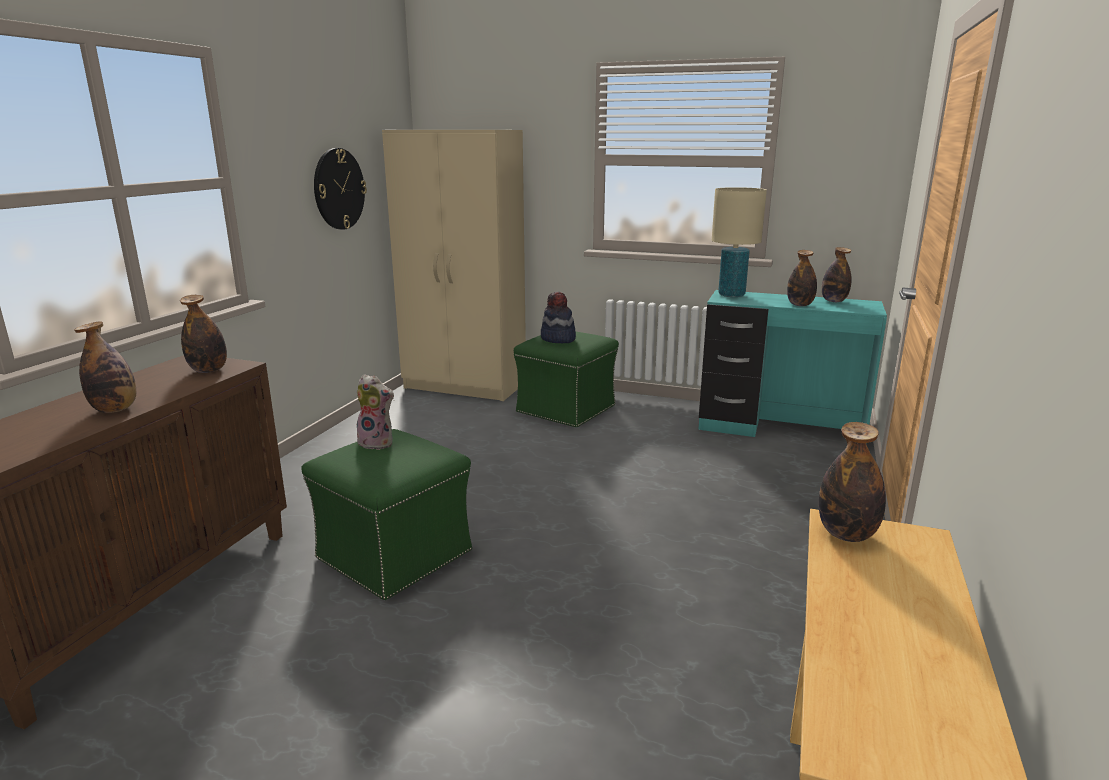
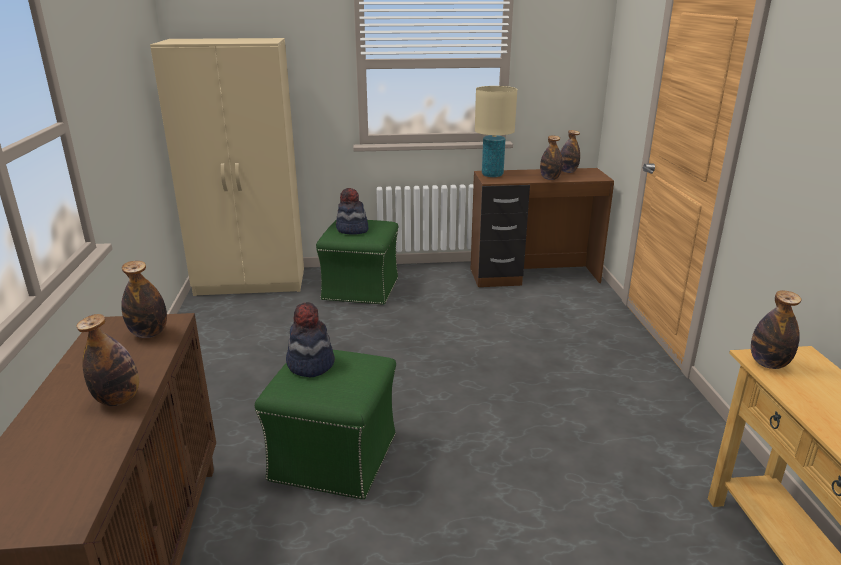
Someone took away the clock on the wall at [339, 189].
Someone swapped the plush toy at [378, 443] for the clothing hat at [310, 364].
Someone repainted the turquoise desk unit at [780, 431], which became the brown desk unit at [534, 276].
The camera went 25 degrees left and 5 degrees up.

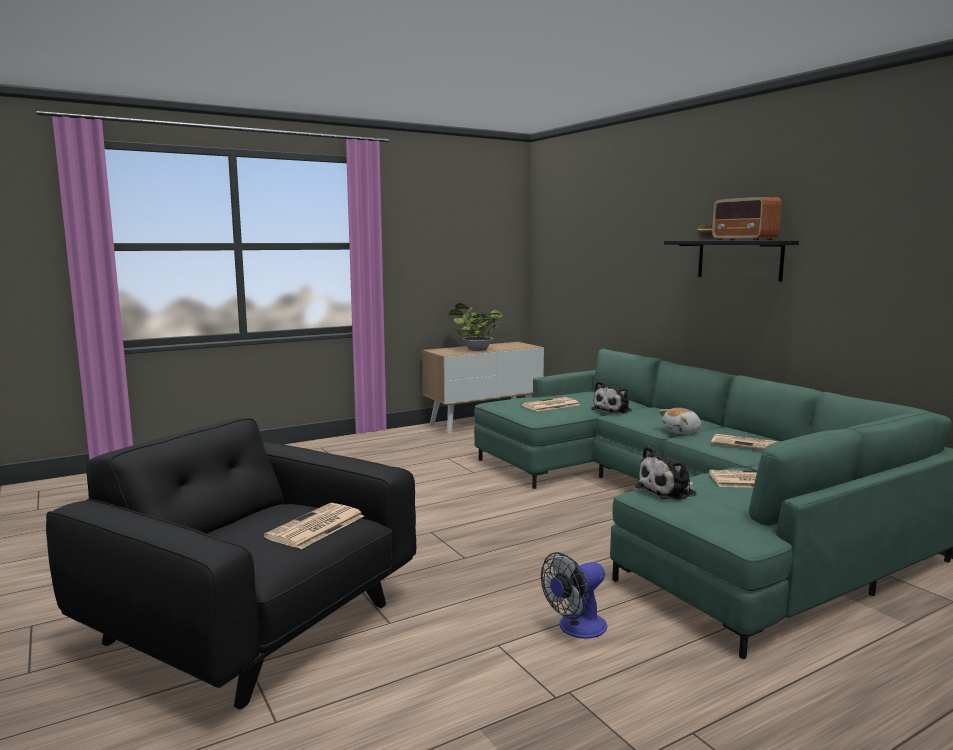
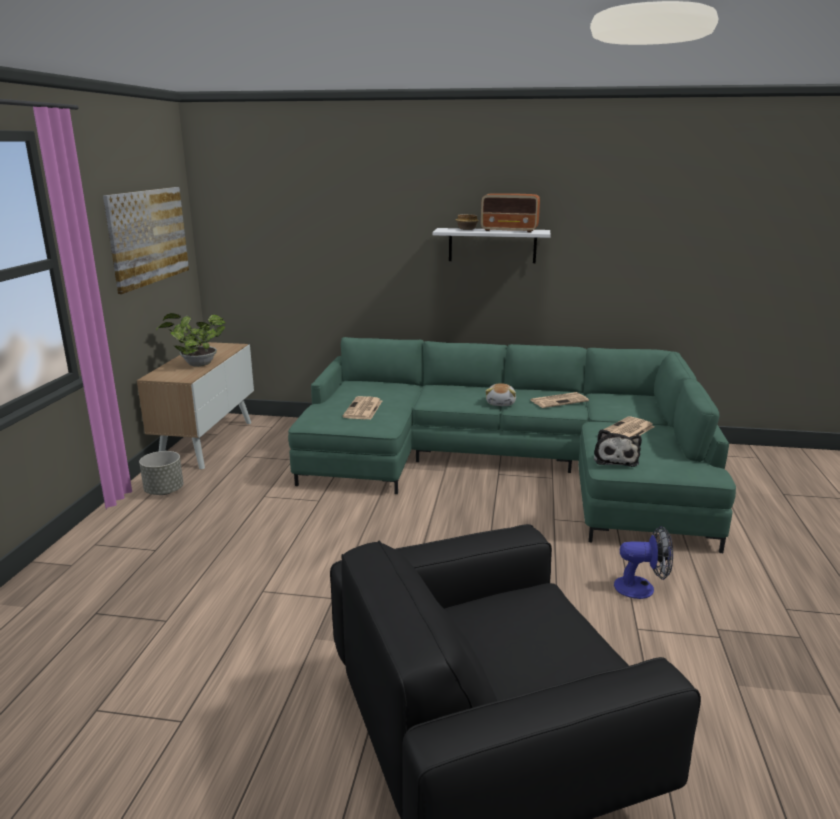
Someone took away the printed paper at [315, 527].
Someone took away the plush toy at [613, 410].
Someone put up the wall art at [148, 236].
Someone put down the greyish planter at [164, 491].
Someone repainted the black-coloured bracket shelf at [739, 259], which became the white-coloured bracket shelf at [492, 245].
Someone rotated the cooling fan at [576, 628] by 90 degrees counterclockwise.
The camera went 50 degrees left and 10 degrees up.

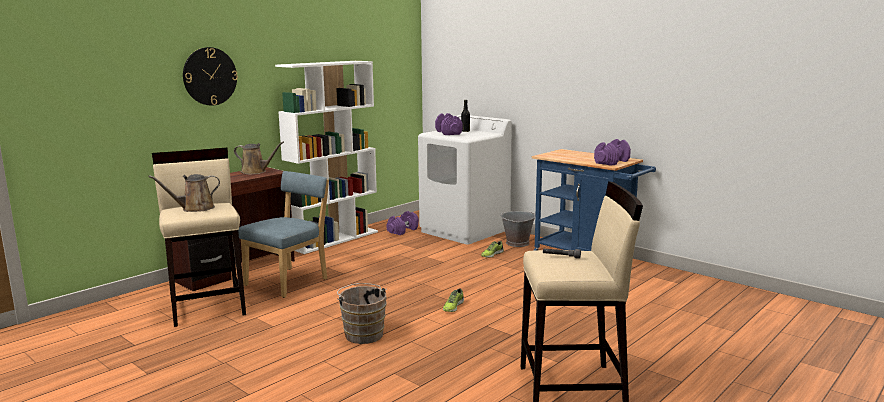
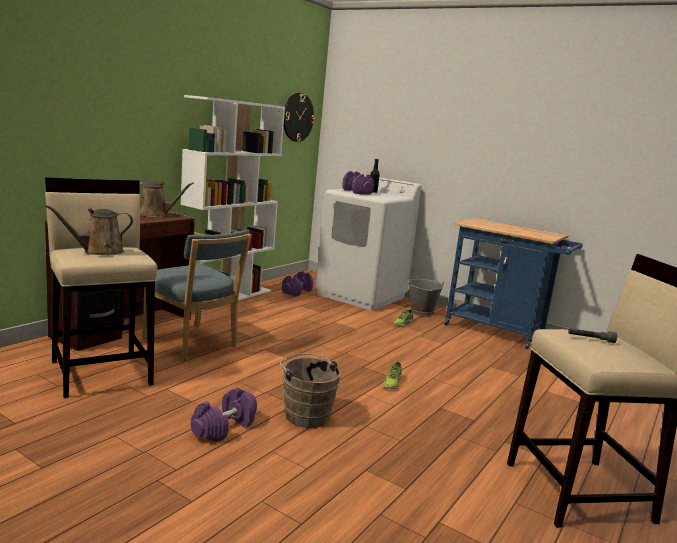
Someone carried the clock on the wall from [210, 76] to [297, 117].
Someone carried the purple hand weight from [612, 162] to [224, 428].
Someone rotated the bluish chair at [290, 281] by 105 degrees clockwise.
The camera went 10 degrees left and 0 degrees up.

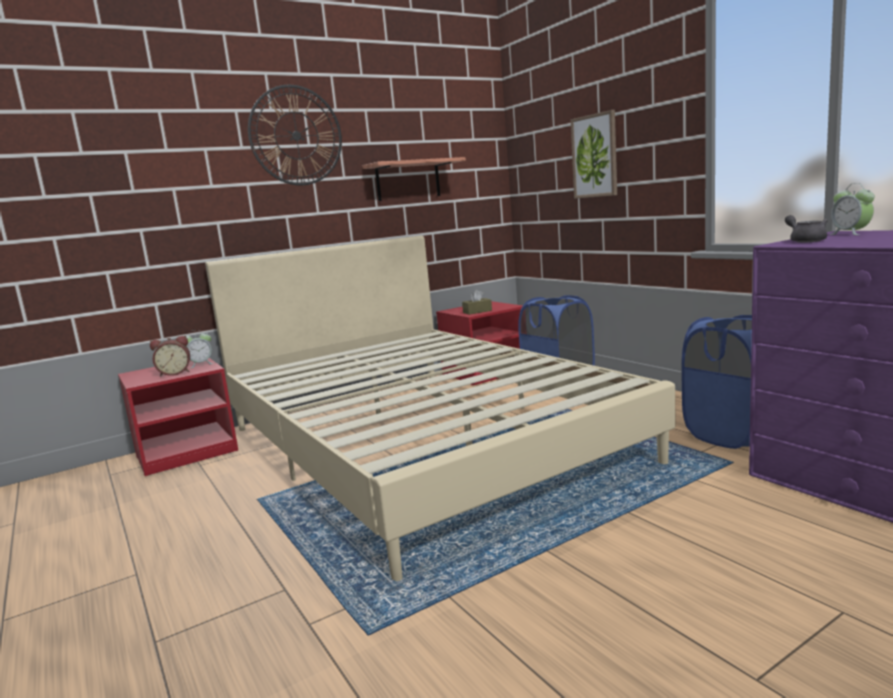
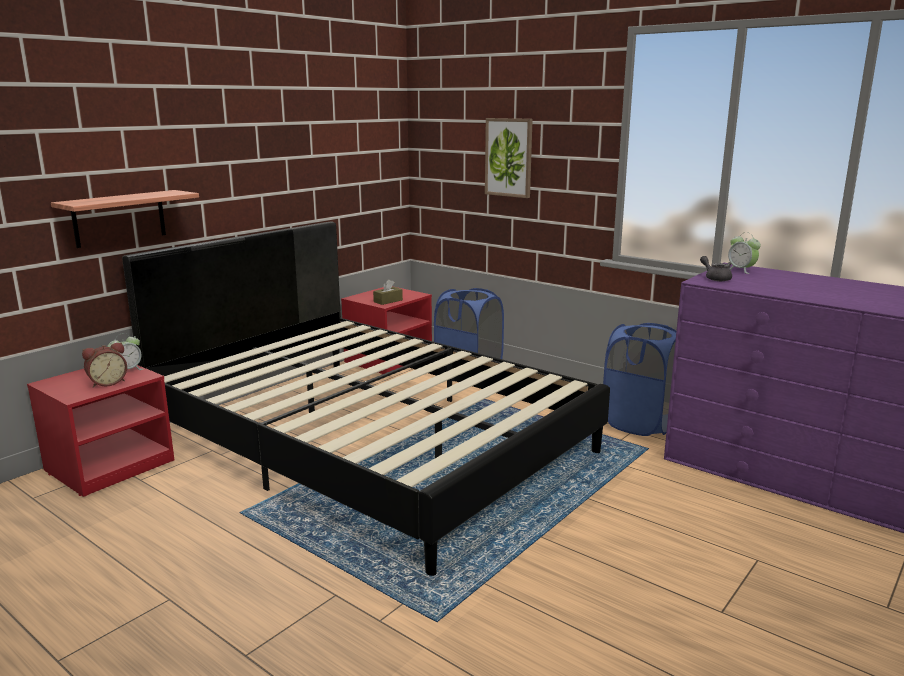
Someone took away the clock on the wall at [296, 135].
Someone carried the bracket shelf from [408, 180] to [119, 218].
Someone repainted the sand-coloured bedroom bed at [421, 443], which became the black-coloured bedroom bed at [370, 442].
The camera went 20 degrees left and 5 degrees up.

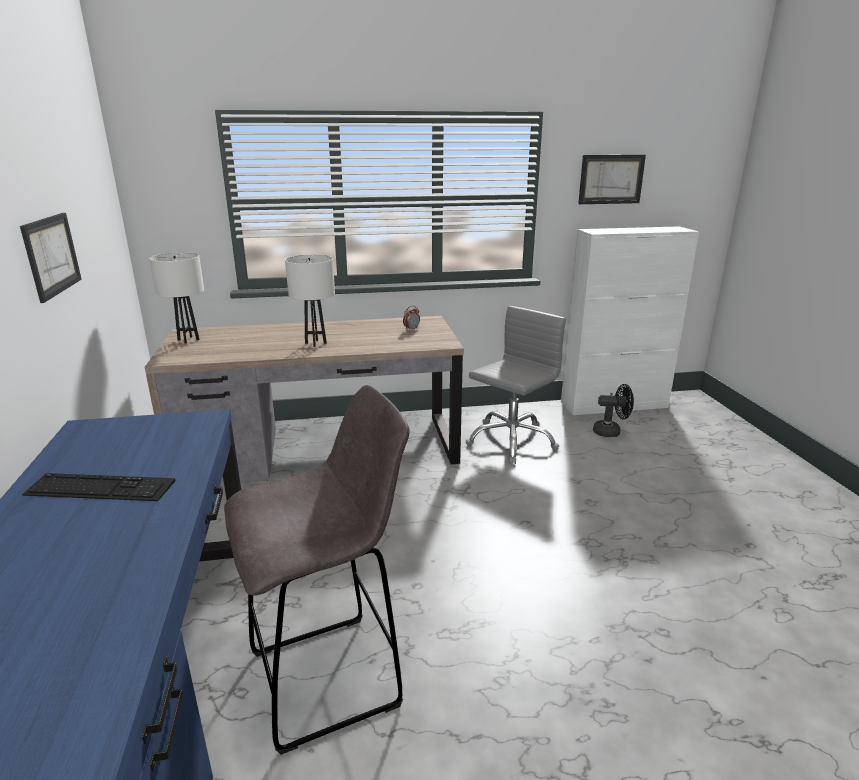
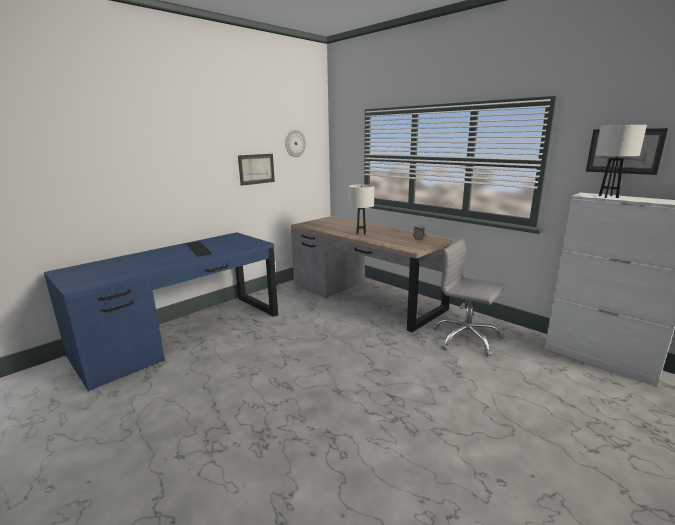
Someone took away the greyish sitting stool at [330, 677].
Someone took away the black-coloured cooling fan at [611, 432].
Someone put up the clock on the wall at [295, 143].
Someone carried the white-coloured table lamp from [188, 340] to [608, 197].
Someone rotated the greyish office chair at [511, 440] by 150 degrees counterclockwise.
The camera went 55 degrees right and 5 degrees down.

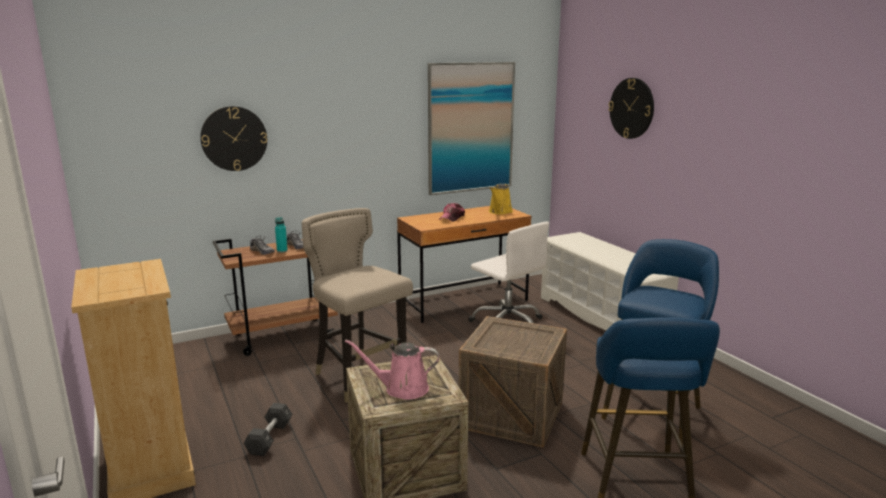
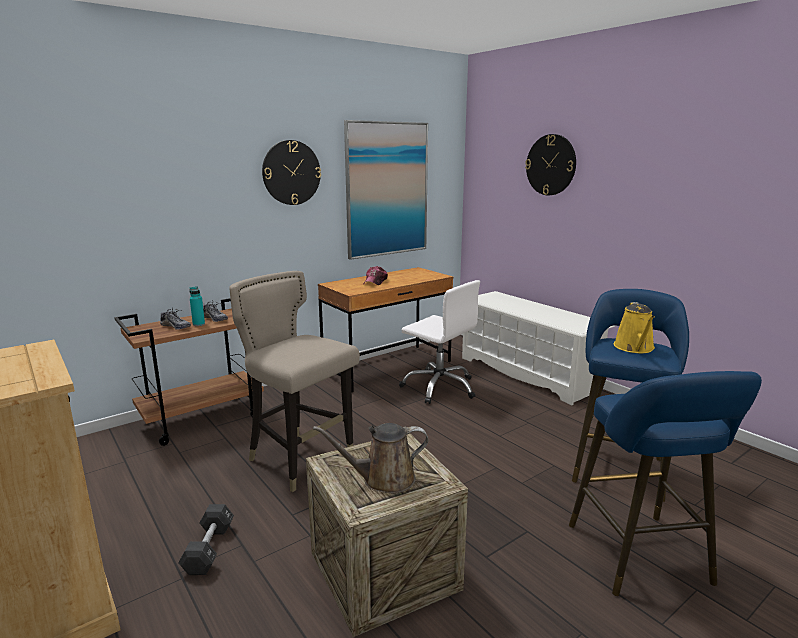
Someone took away the shipping crate at [512, 414].
Someone carried the clock on the wall from [234, 138] to [291, 173].
Someone carried the yellow-coloured watering can from [499, 212] to [634, 348].
Someone repainted the pinkish watering can at [402, 389], which became the brown watering can at [383, 479].
The camera went 10 degrees left and 0 degrees up.

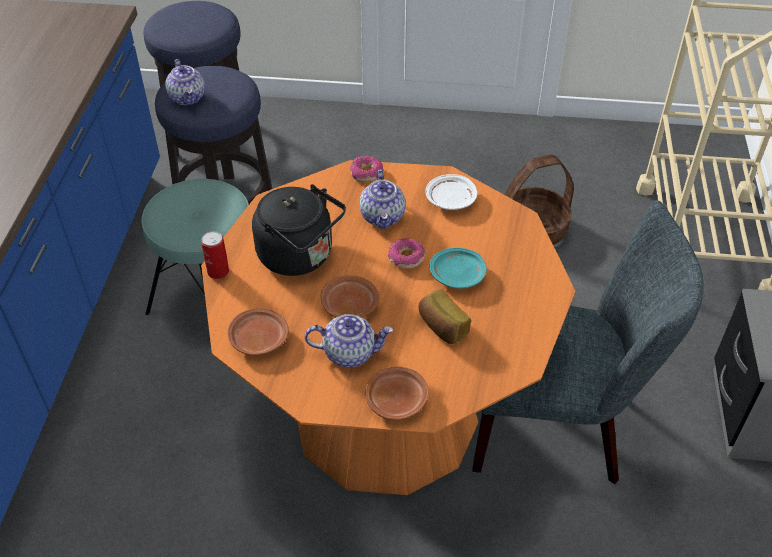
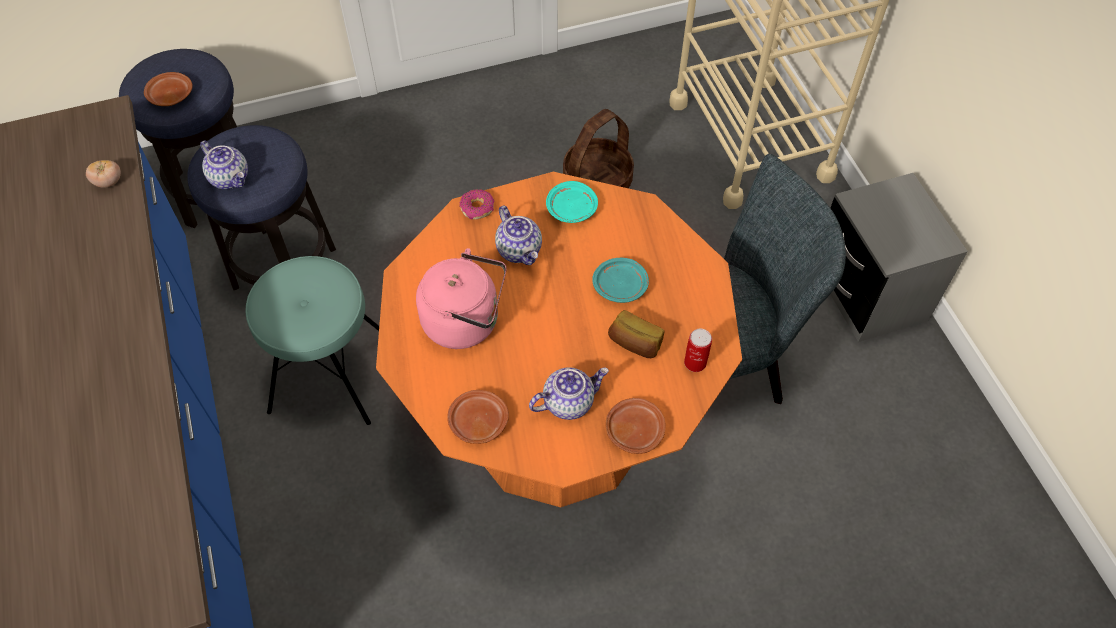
Someone took away the ring doughnut at [406, 258].
Someone put down the fresh tomato at [108, 182].
Someone carried the metal can from [218, 272] to [695, 362].
Someone carried the brown flat dish from [349, 305] to [170, 95].
Someone repainted the black-coloured water kettle at [300, 256], which became the pinkish water kettle at [466, 322].
Someone repainted the white-coloured flat dish at [450, 200], which became the turquoise flat dish at [571, 209].
The camera went 25 degrees left and 10 degrees up.

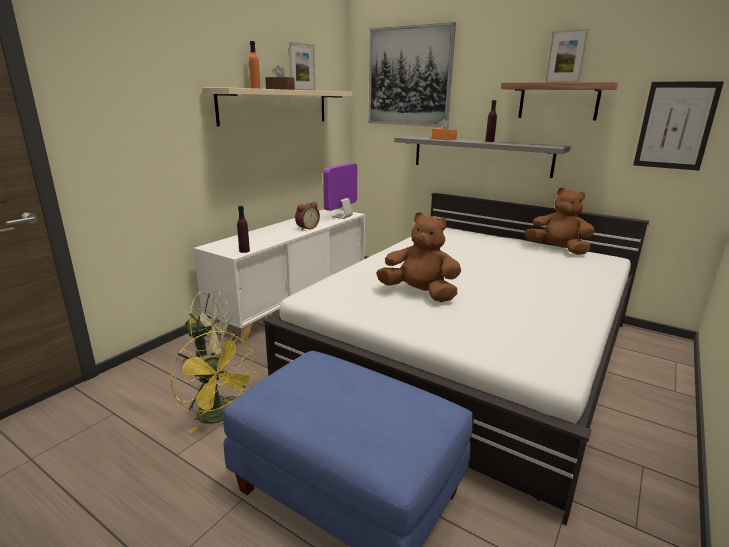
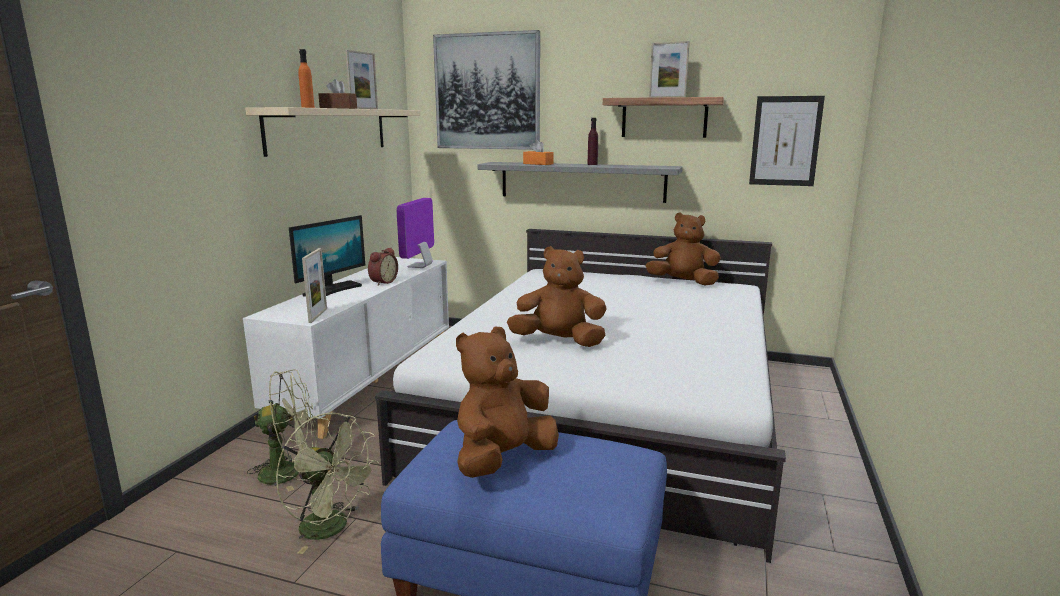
Someone put down the computer screen at [332, 290].
Someone put down the brown plush toy at [503, 459].
Someone swapped the purple drink bottle at [244, 251] for the picture frame at [318, 315].
Someone repainted the yellow-coloured cooling fan at [220, 416], which became the green cooling fan at [332, 529].
The camera went 15 degrees left and 5 degrees down.

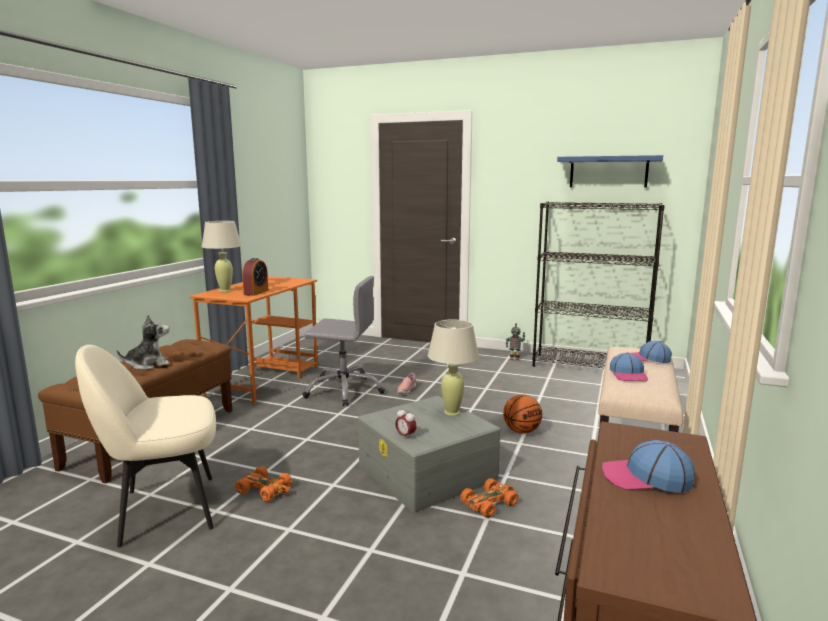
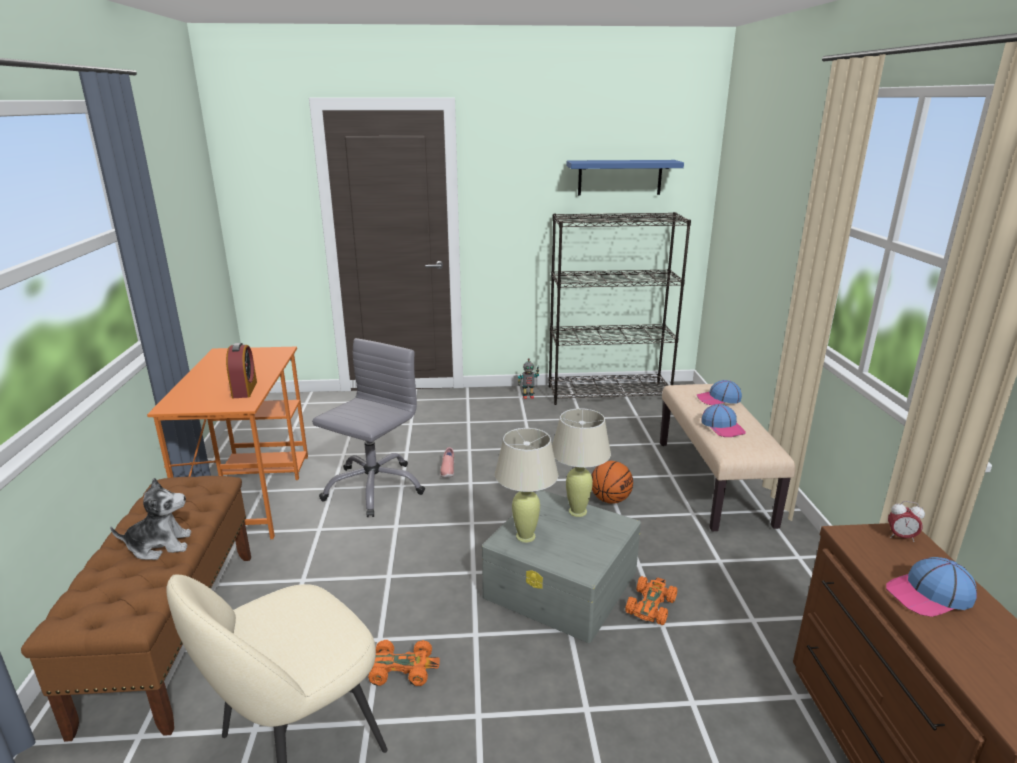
Someone carried the sand-coloured table lamp from [225, 290] to [526, 536].
Someone carried the alarm clock from [405, 436] to [900, 537].
Someone rotated the plush toy at [148, 365] by 45 degrees clockwise.
Someone rotated the greyish office chair at [344, 390] by 45 degrees counterclockwise.
The camera went 25 degrees left and 10 degrees up.

